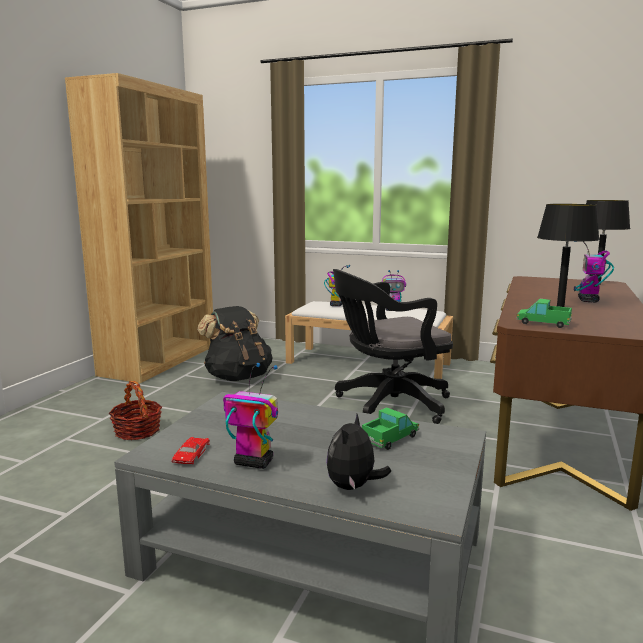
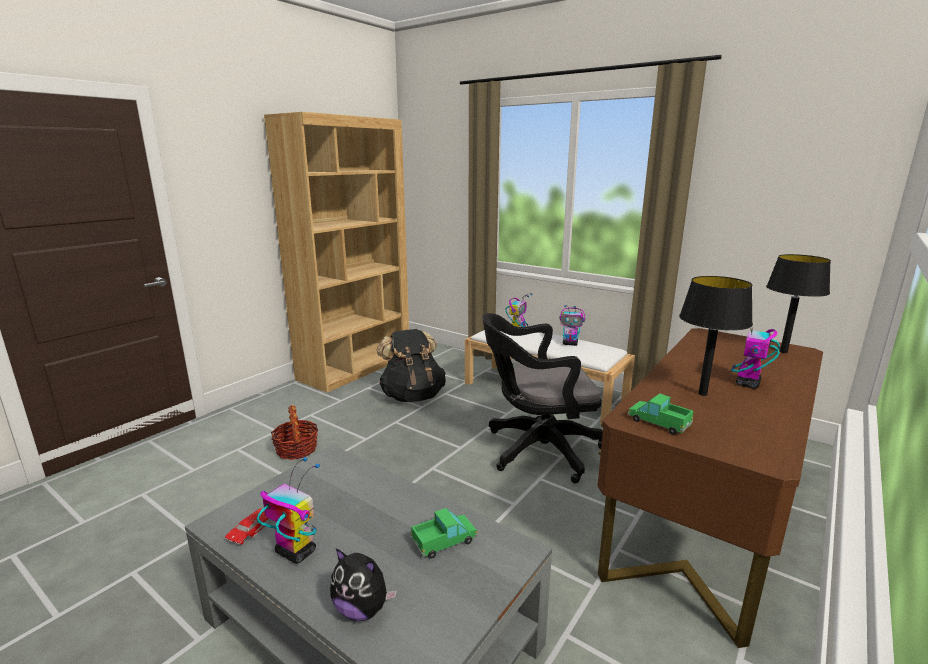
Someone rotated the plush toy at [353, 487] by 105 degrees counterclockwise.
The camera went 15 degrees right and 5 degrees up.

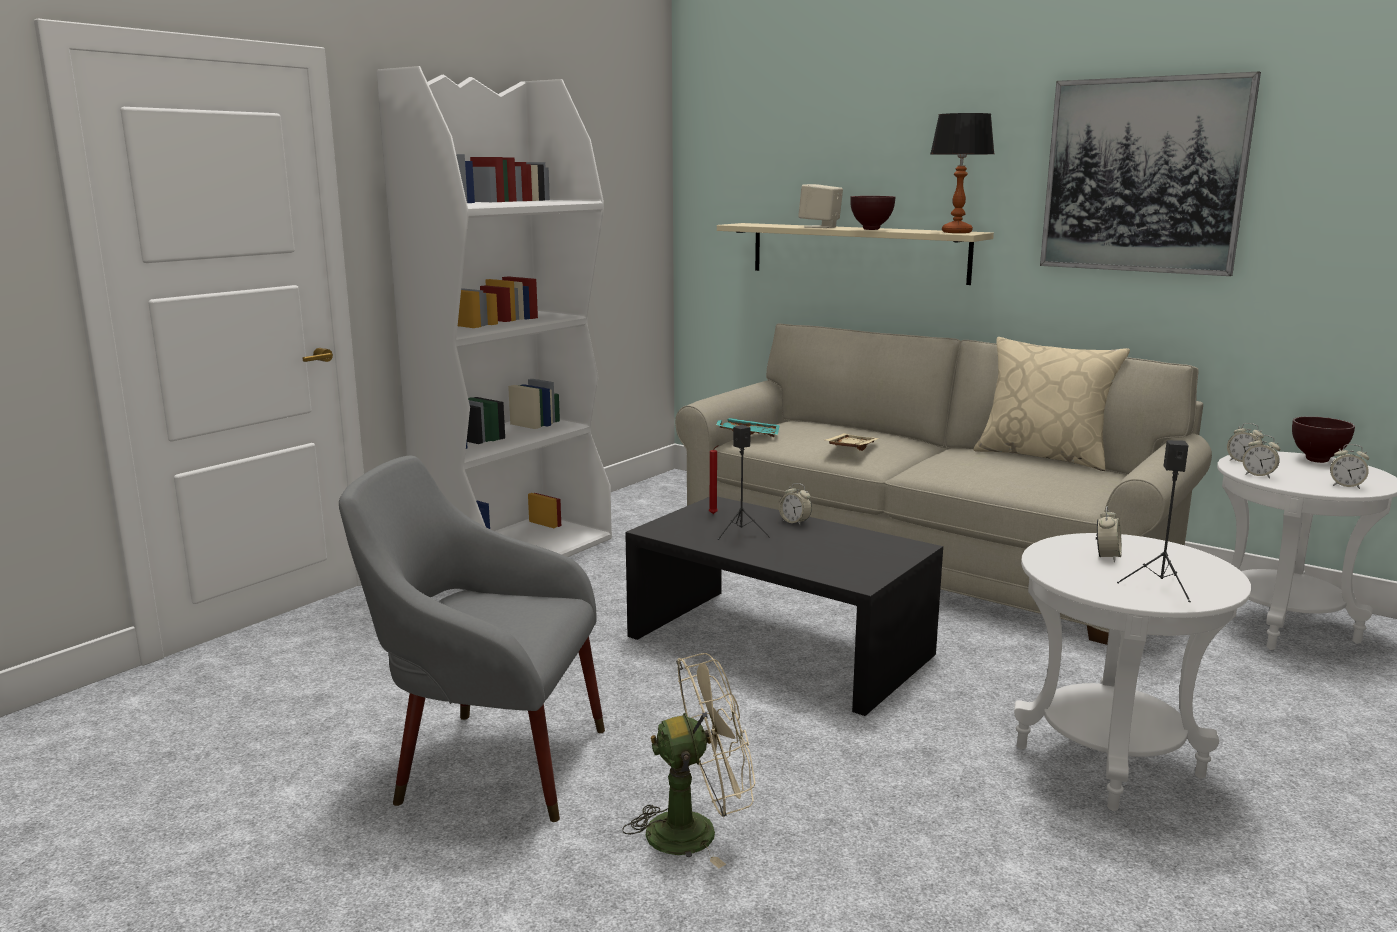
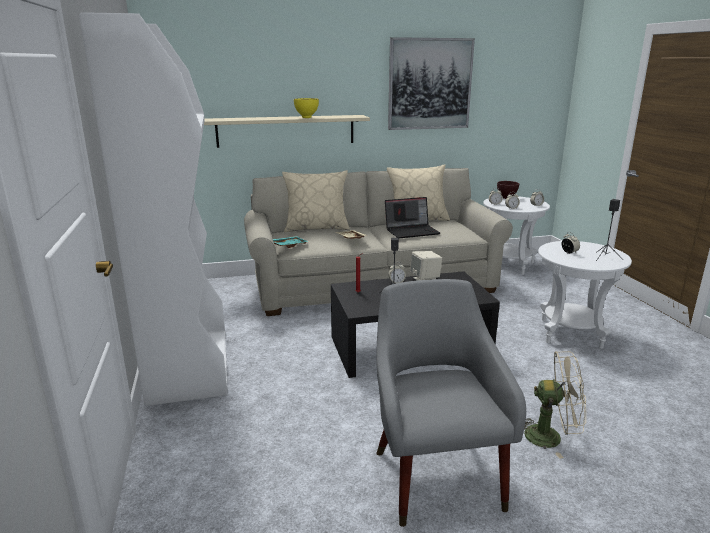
Someone took away the table lamp at [957, 232].
Someone put down the sand-coloured throw pillow at [316, 228].
Someone put down the notebook computer at [412, 231].
Someone carried the sand-coloured audio speaker from [820, 227] to [425, 280].
Someone repainted the brown serving bowl at [870, 229], which became the yellow-coloured serving bowl at [306, 117].
Someone rotated the greyish armchair at [489, 762] by 120 degrees clockwise.
Someone rotated the sand-coloured cooling fan at [696, 830] by 75 degrees clockwise.
The camera went 50 degrees left and 5 degrees up.

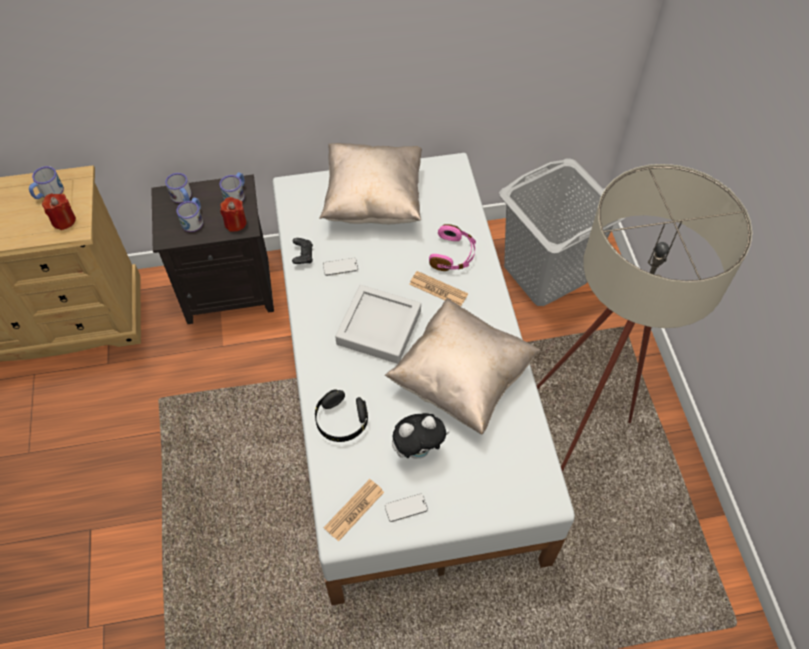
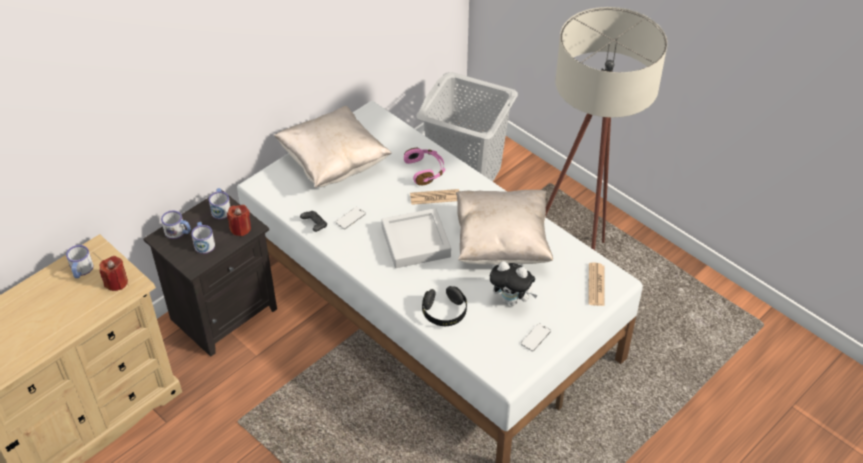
Someone carried the printed paper from [354, 510] to [596, 285].
Someone rotated the plush toy at [418, 449] by 75 degrees clockwise.
The camera went 35 degrees left and 10 degrees down.

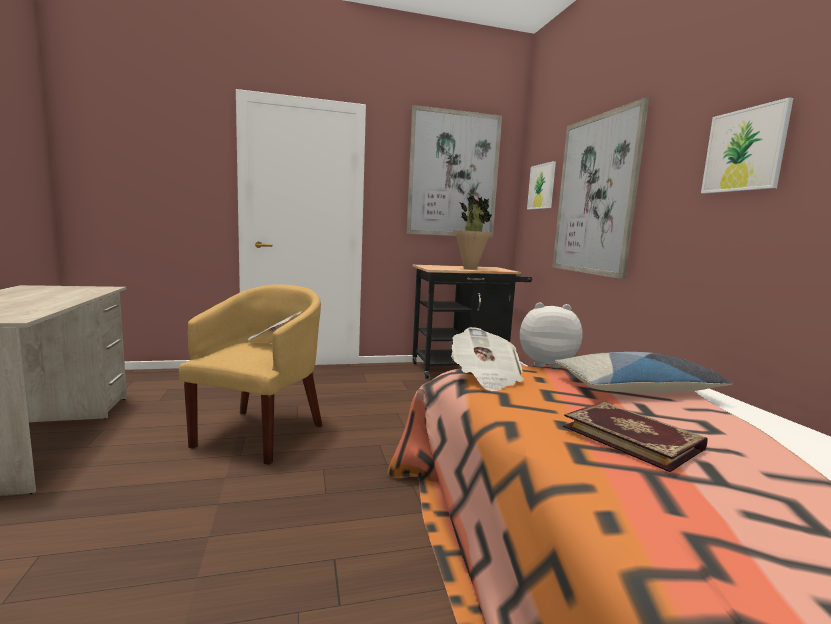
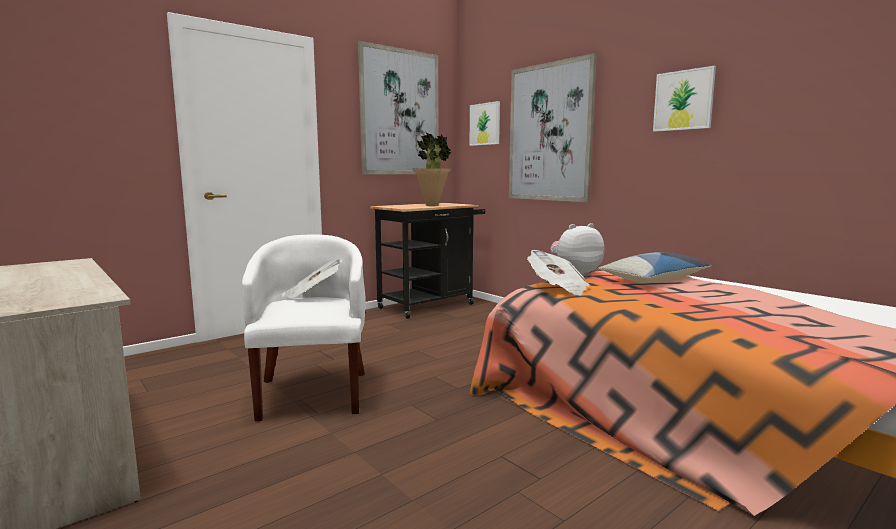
Someone took away the volume at [632, 437].
Someone repainted the yellow-coloured armchair at [261, 433], which became the white-coloured armchair at [312, 393].
The camera went 25 degrees left and 0 degrees up.

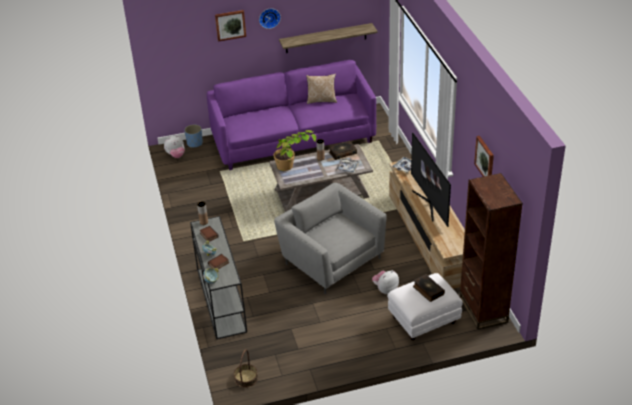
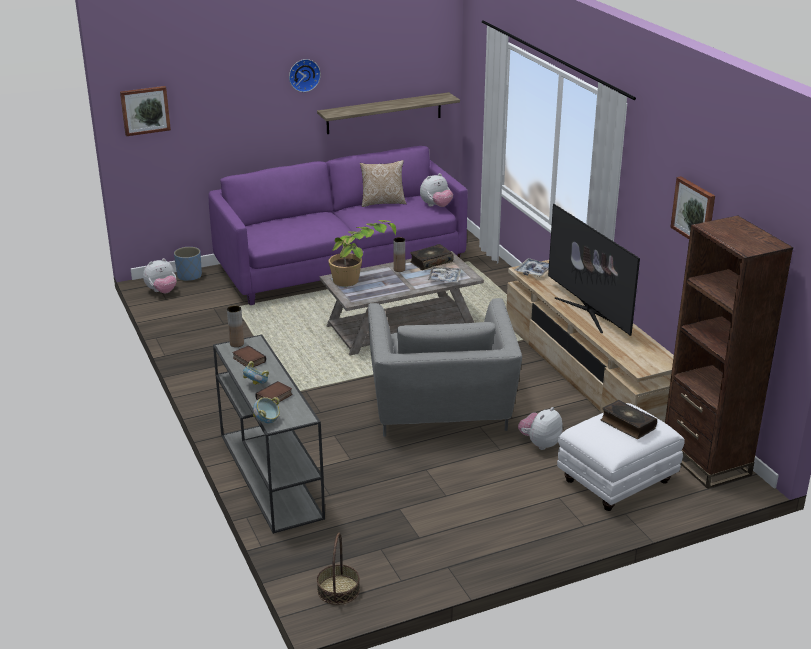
Someone put down the plush toy at [436, 206].
Someone carried the wall art from [230, 25] to [145, 110].
Someone rotated the greyish armchair at [331, 259] by 135 degrees counterclockwise.
The camera went 10 degrees left and 10 degrees down.

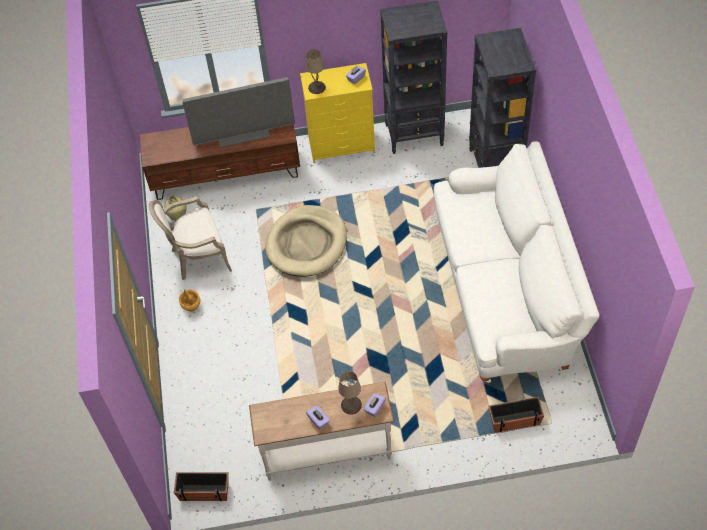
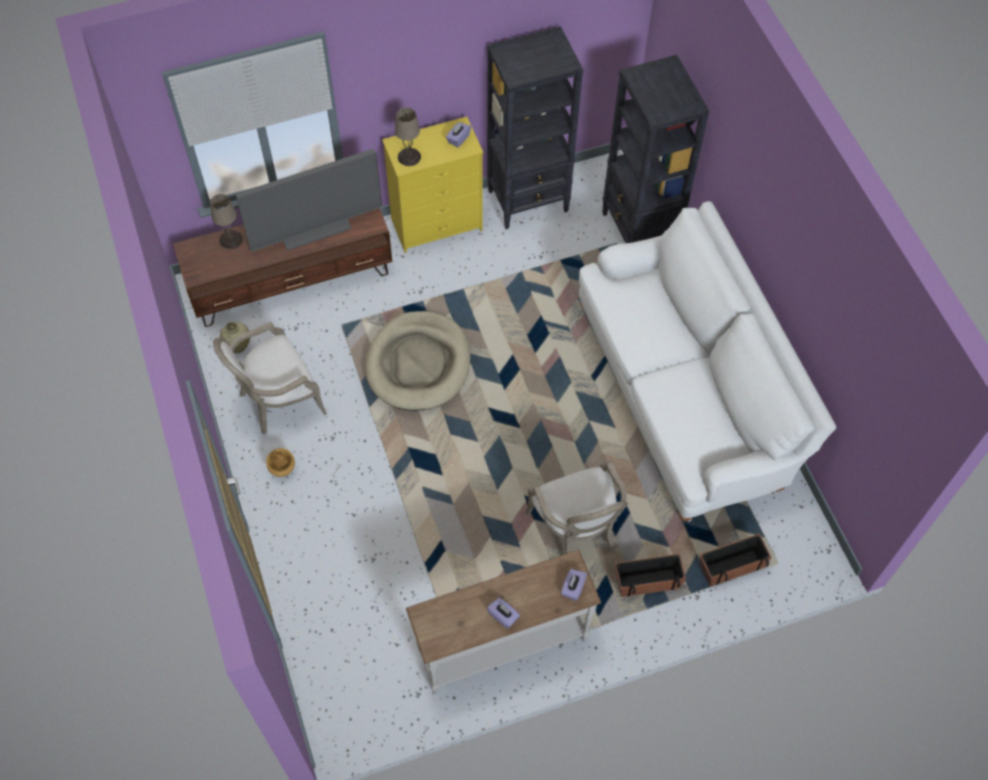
Someone put down the armchair at [577, 531].
Someone carried the planter from [204, 491] to [647, 581].
Someone carried the sand-coloured table lamp from [351, 405] to [231, 239].
The camera went 15 degrees left and 5 degrees up.

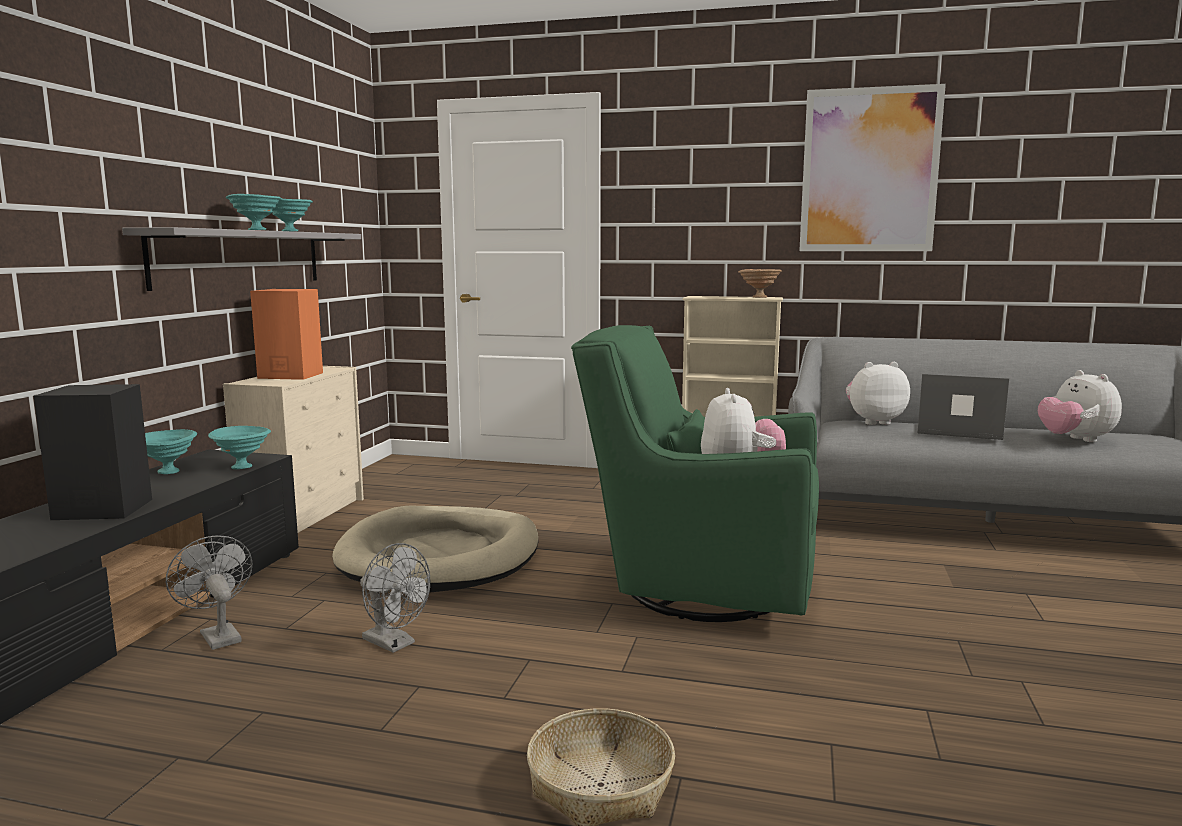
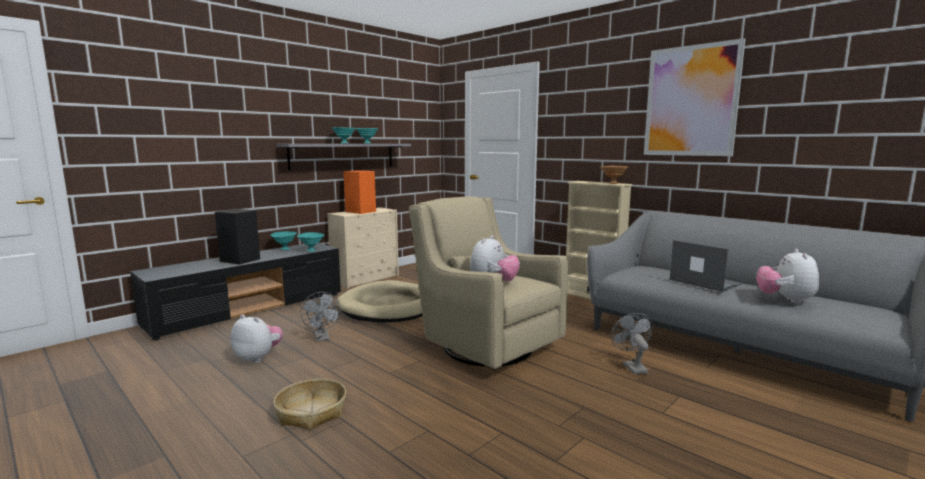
Someone carried the greyish cooling fan from [217, 635] to [632, 366].
Someone carried the plush toy from [873, 422] to [258, 357].
Someone repainted the green armchair at [697, 586], which became the sand-coloured armchair at [484, 345].
The camera went 30 degrees right and 0 degrees up.

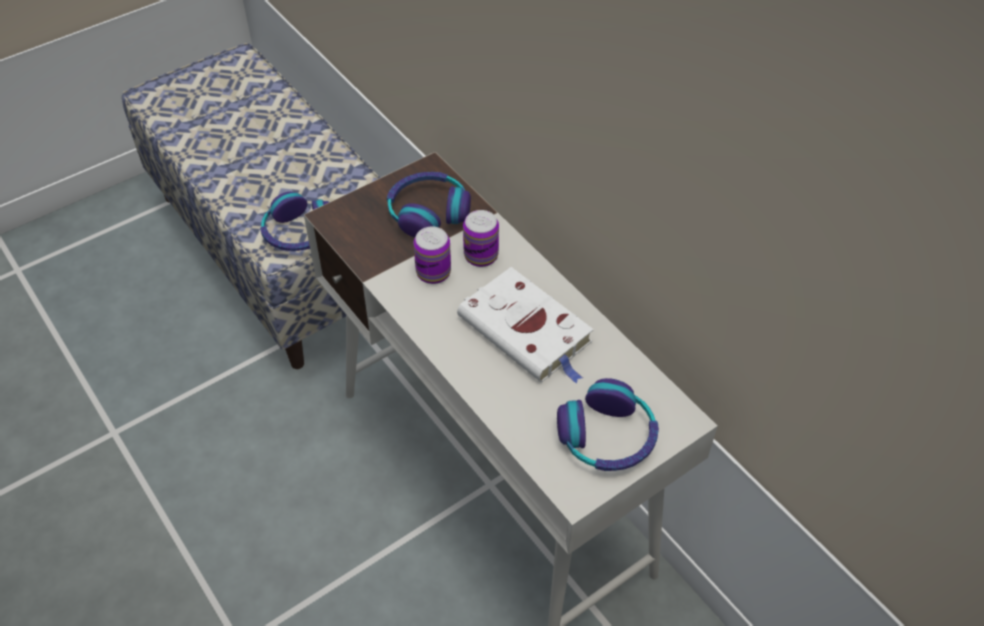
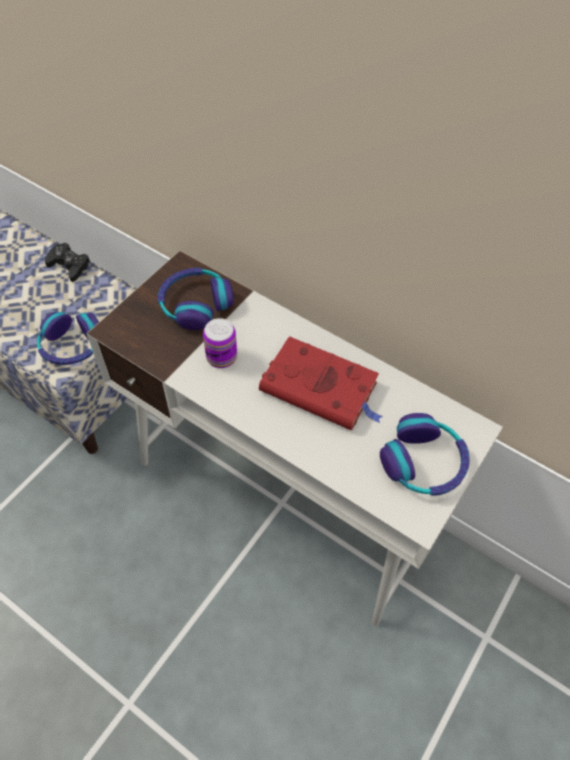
Someone took away the metal can at [481, 255].
Someone put down the black-coloured gamepad at [69, 266].
Someone repainted the white-coloured volume at [528, 332], which became the reddish volume at [322, 388].
The camera went 20 degrees left and 5 degrees up.

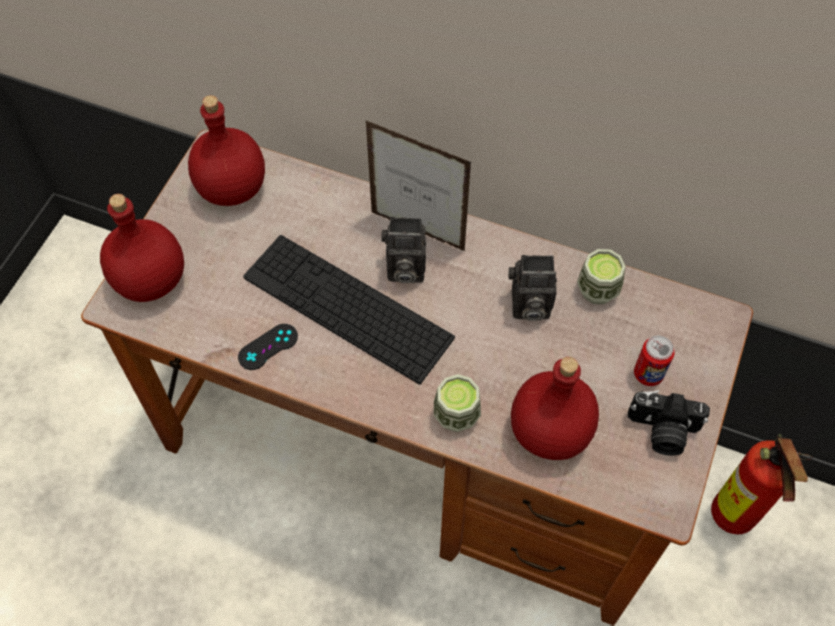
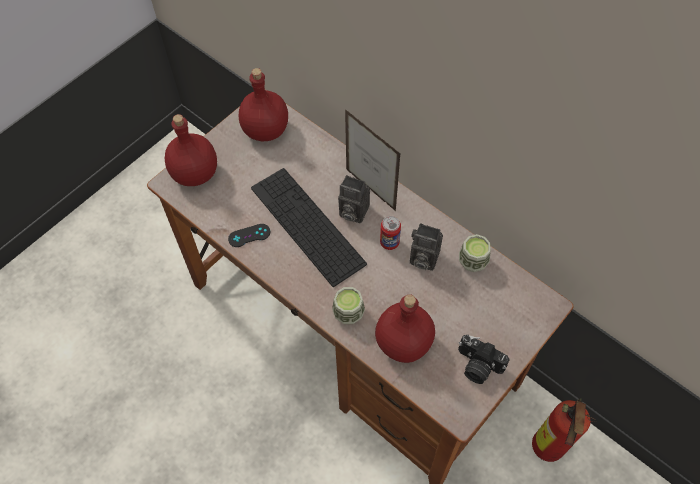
Someone carried the metal can from [648, 374] to [389, 242].
The camera went 20 degrees right and 0 degrees up.

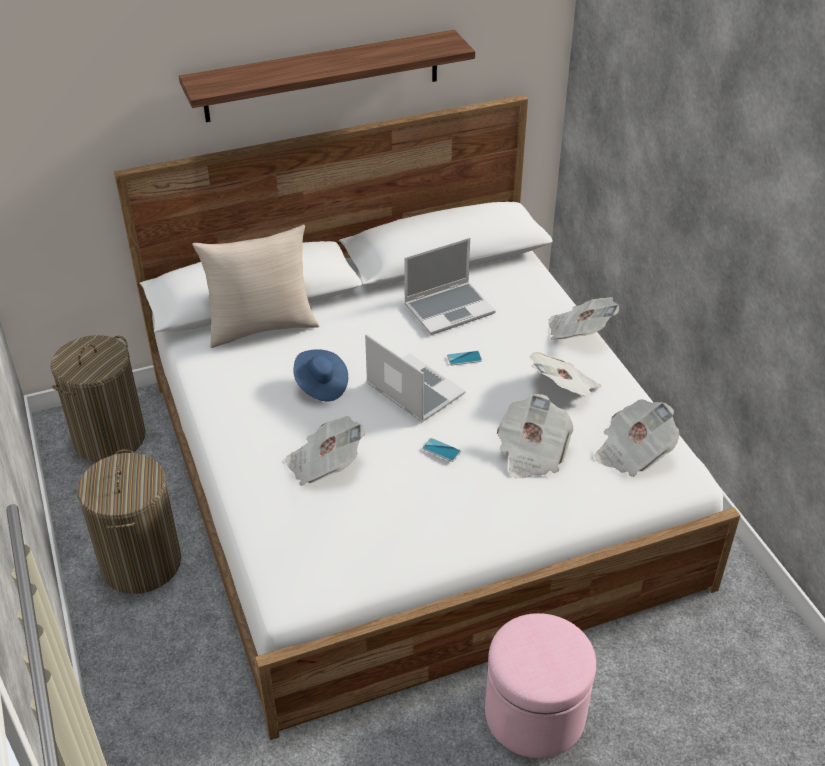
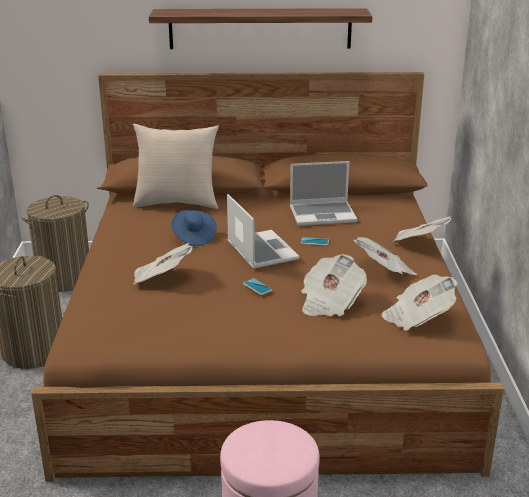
Someone repainted the white-coloured bedroom bed at [412, 478], which became the brown bedroom bed at [265, 344].
The camera went 20 degrees right and 15 degrees down.

